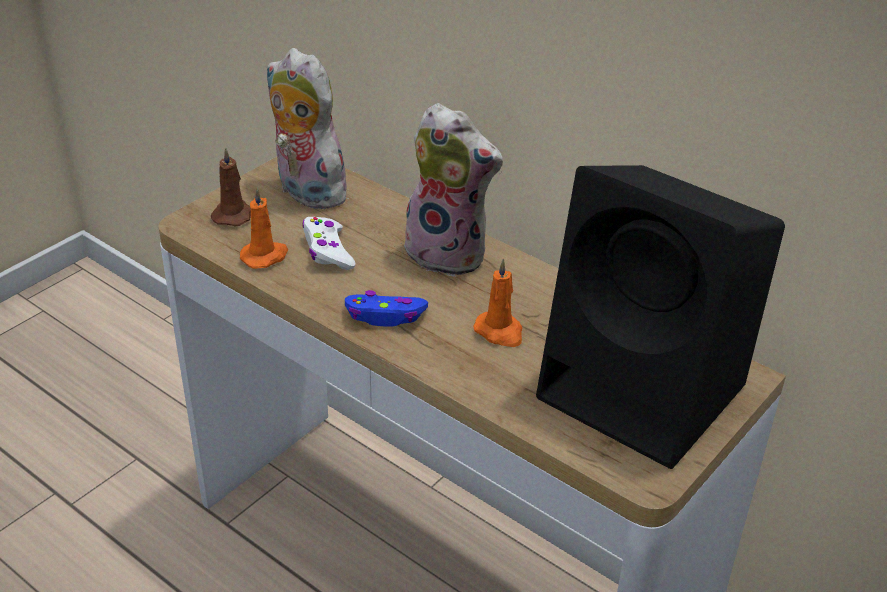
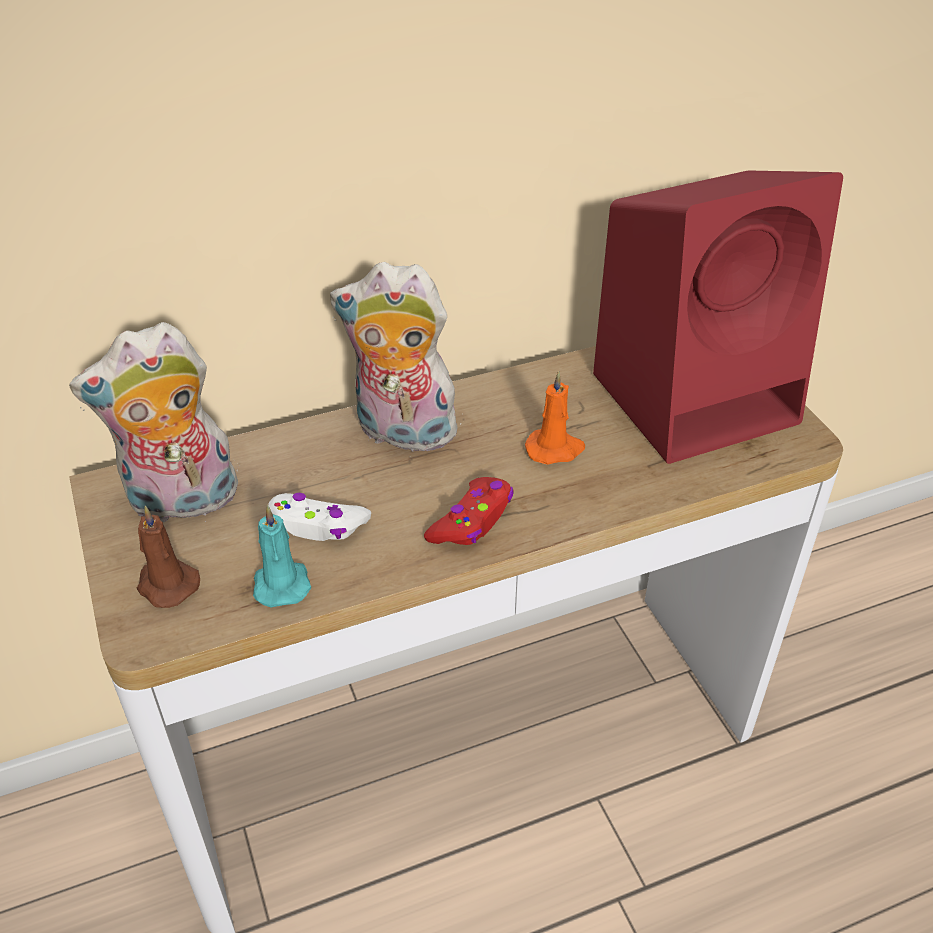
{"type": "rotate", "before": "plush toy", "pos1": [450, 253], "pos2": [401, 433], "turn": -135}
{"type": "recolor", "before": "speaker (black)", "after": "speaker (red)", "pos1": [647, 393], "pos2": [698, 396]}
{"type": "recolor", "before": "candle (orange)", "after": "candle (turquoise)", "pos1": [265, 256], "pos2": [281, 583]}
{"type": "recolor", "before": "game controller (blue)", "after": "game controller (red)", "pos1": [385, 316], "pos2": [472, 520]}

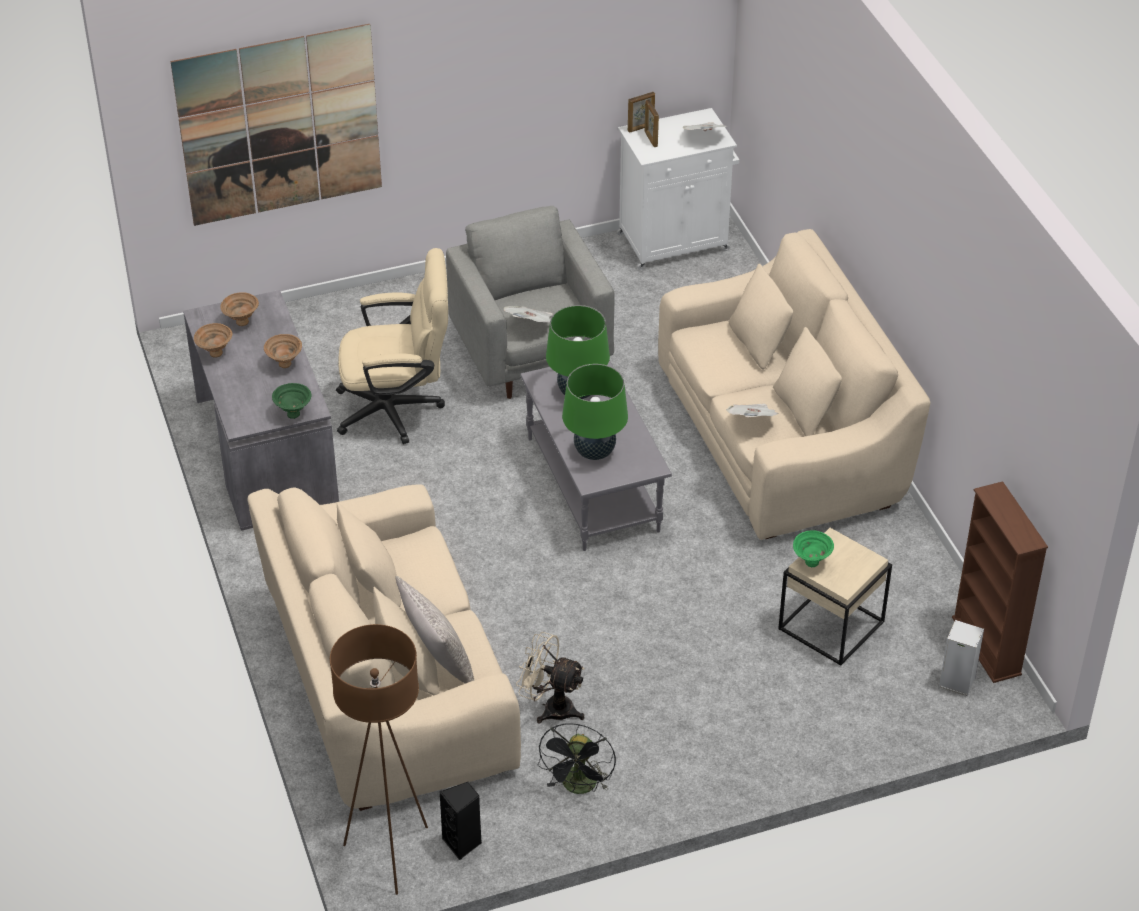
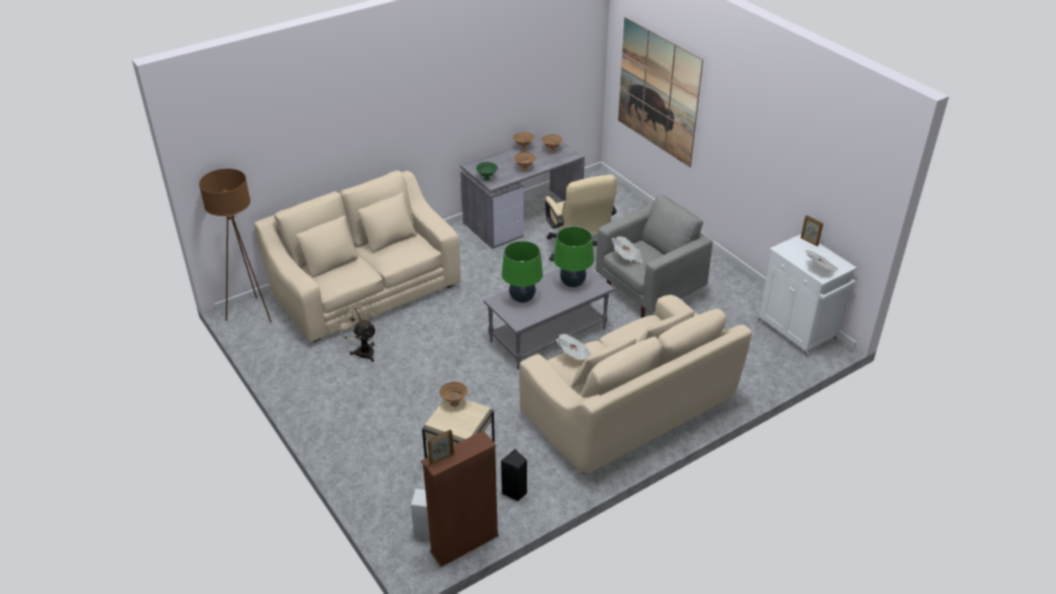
{"type": "move", "before": "picture frame", "pos1": [650, 139], "pos2": [441, 459]}
{"type": "recolor", "before": "bowl (green)", "after": "bowl (brown)", "pos1": [811, 563], "pos2": [453, 403]}
{"type": "delete", "before": "pillow (grey)", "pos1": [437, 660]}
{"type": "rotate", "before": "fan (beige)", "pos1": [551, 707], "pos2": [363, 350], "turn": -45}
{"type": "delete", "before": "fan (black)", "pos1": [579, 787]}
{"type": "move", "before": "speaker (black)", "pos1": [463, 843], "pos2": [515, 492]}

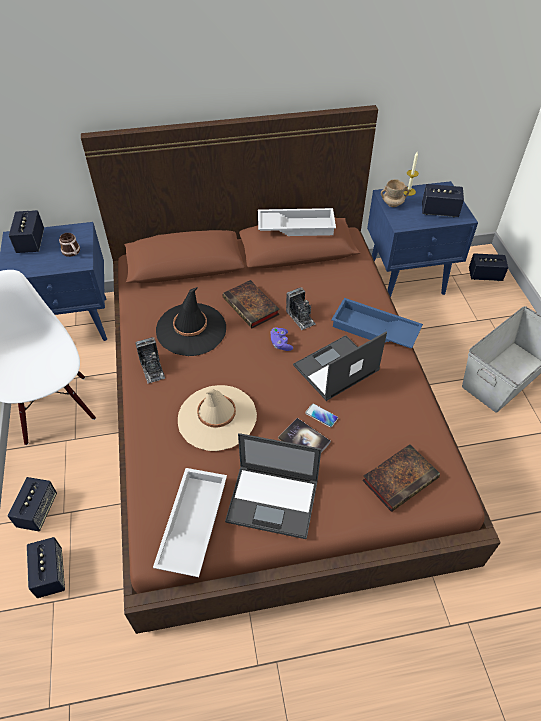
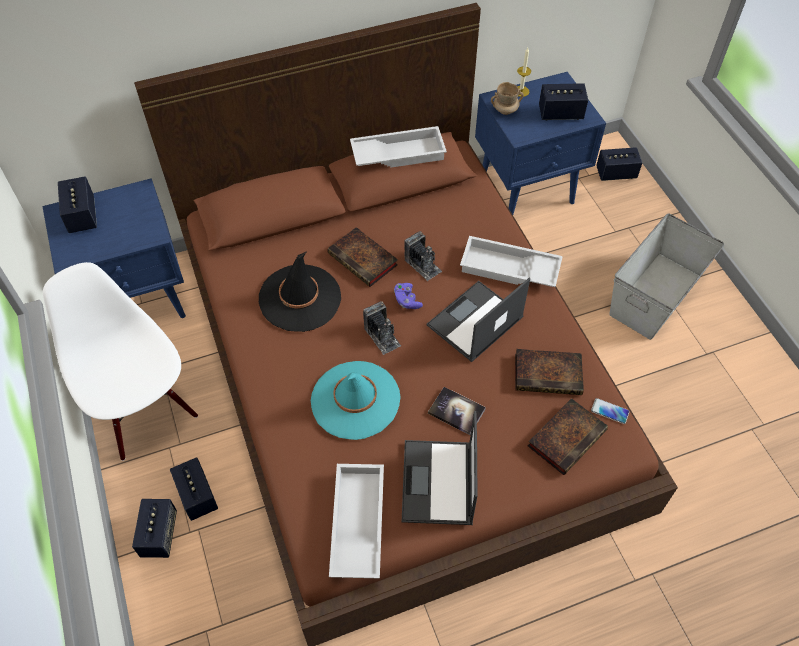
{"type": "delete", "before": "mug", "pos1": [72, 252]}
{"type": "recolor", "before": "tray (blue)", "after": "tray (white)", "pos1": [374, 330], "pos2": [508, 269]}
{"type": "move", "before": "photo camera", "pos1": [152, 368], "pos2": [382, 336]}
{"type": "recolor", "before": "hat (beige)", "after": "hat (turquoise)", "pos1": [217, 417], "pos2": [355, 400]}
{"type": "move", "before": "phone", "pos1": [321, 415], "pos2": [609, 411]}
{"type": "rotate", "before": "laptop", "pos1": [273, 501], "pos2": [438, 484], "turn": 90}
{"type": "move", "before": "speaker", "pos1": [50, 573], "pos2": [197, 496]}
{"type": "insert", "after": "book", "pos2": [549, 374]}

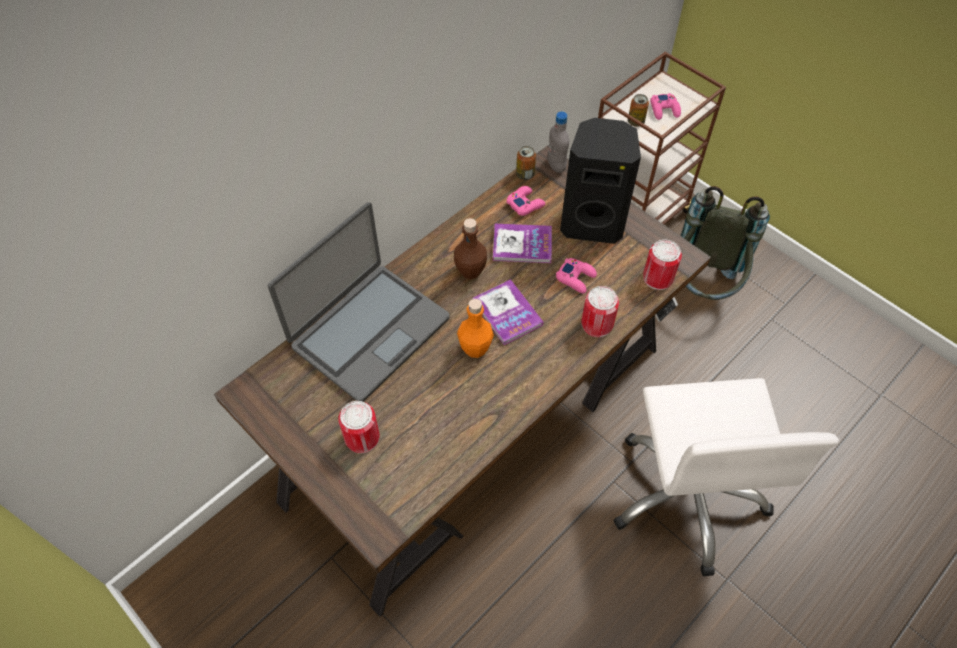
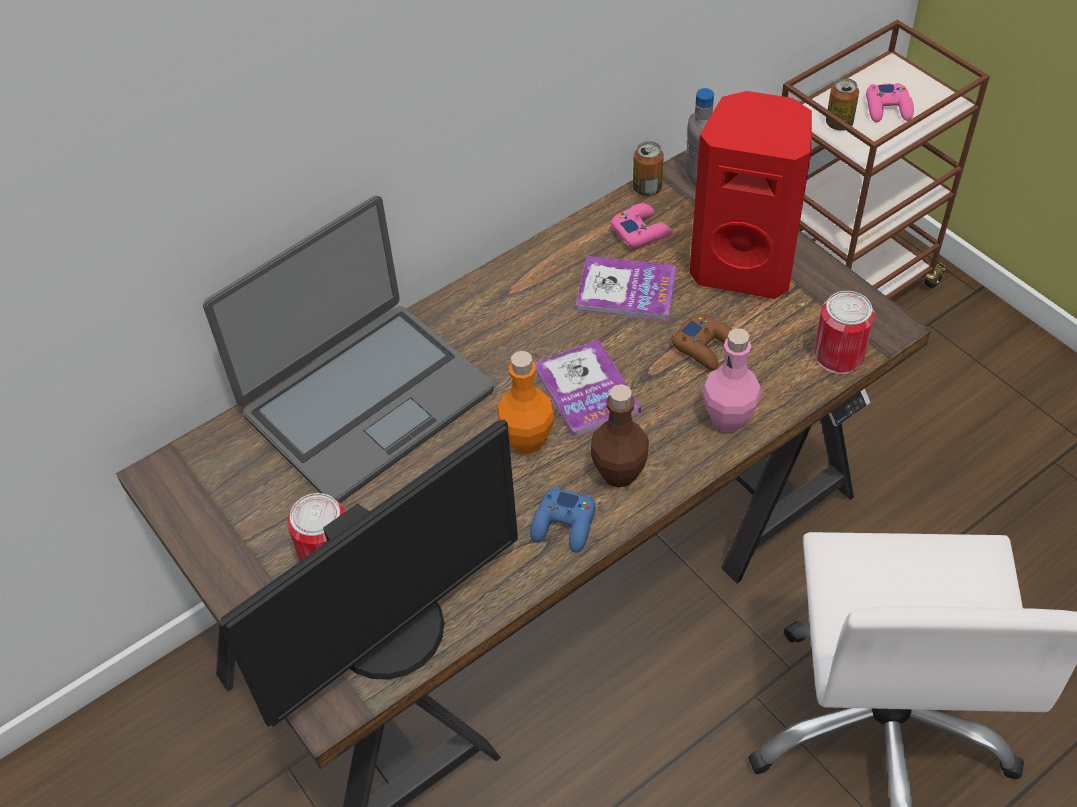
{"type": "recolor", "before": "speaker (black)", "after": "speaker (red)", "pos1": [592, 222], "pos2": [744, 265]}
{"type": "delete", "before": "backpack (grey)", "pos1": [703, 287]}
{"type": "move", "before": "bottle (brown)", "pos1": [470, 271], "pos2": [619, 473]}
{"type": "recolor", "before": "game controller (pink)", "after": "game controller (brown)", "pos1": [576, 278], "pos2": [705, 346]}
{"type": "replace", "before": "can", "after": "bottle (pink)", "pos1": [597, 324], "pos2": [728, 418]}
{"type": "insert", "after": "monitor", "pos2": [392, 632]}
{"type": "insert", "after": "game controller (blue)", "pos2": [564, 525]}

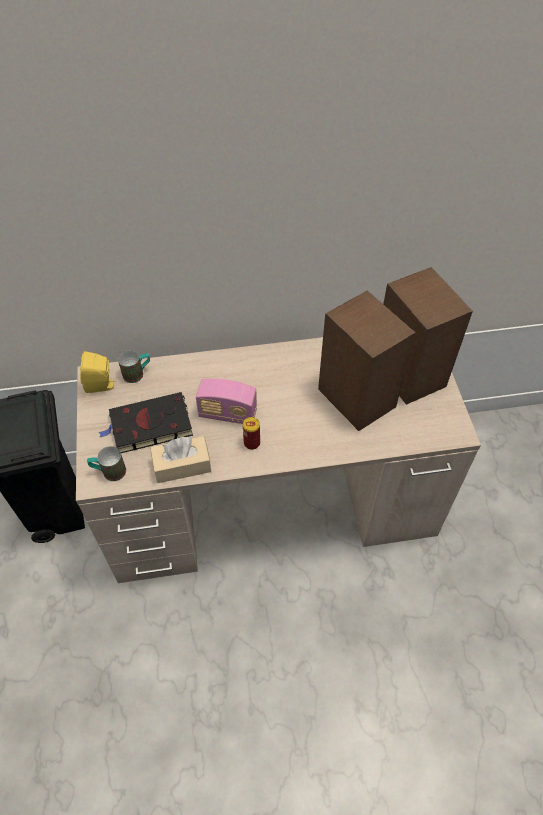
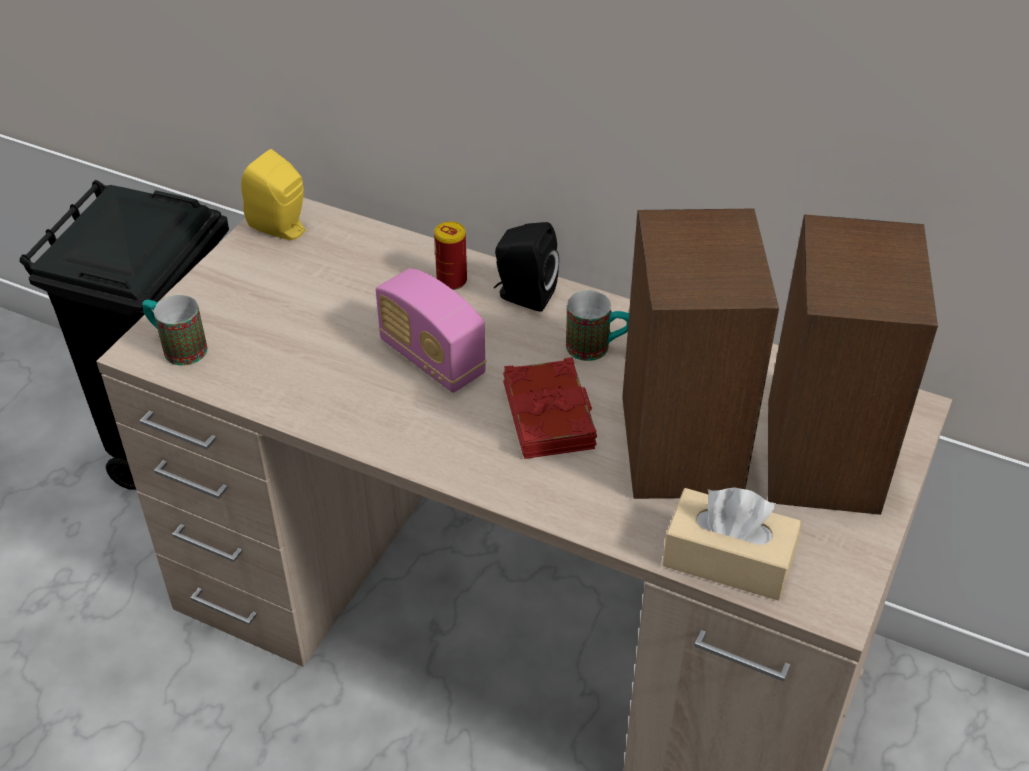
{"type": "move", "before": "mug", "pos1": [137, 373], "pos2": [597, 348]}
{"type": "delete", "before": "book (black)", "pos1": [149, 426]}
{"type": "move", "before": "can", "pos1": [252, 443], "pos2": [452, 281]}
{"type": "move", "before": "tissue box (beige)", "pos1": [182, 465], "pos2": [728, 560]}
{"type": "insert", "after": "speaker (black)", "pos2": [523, 296]}
{"type": "insert", "after": "book (red)", "pos2": [550, 416]}

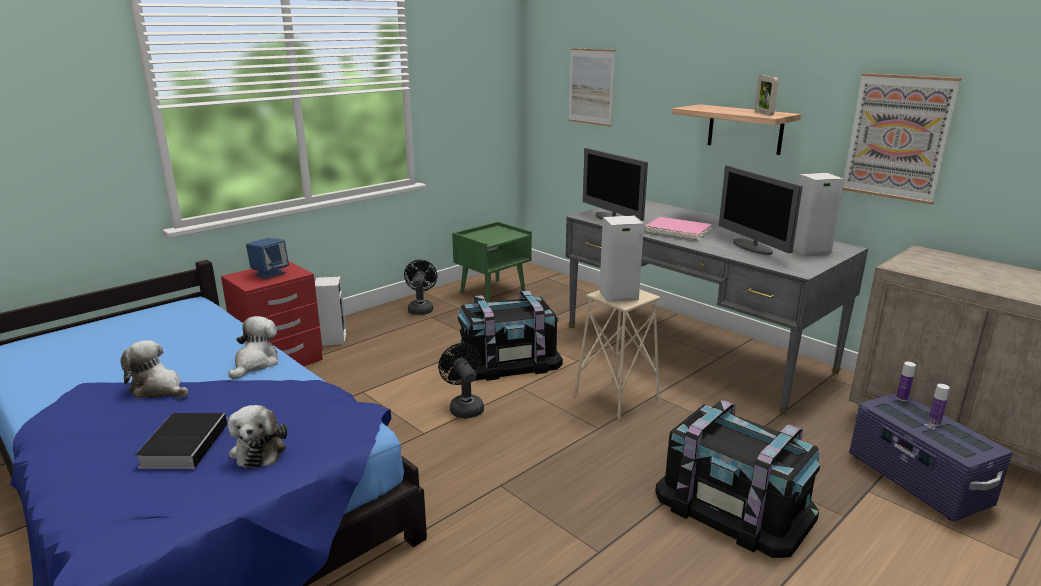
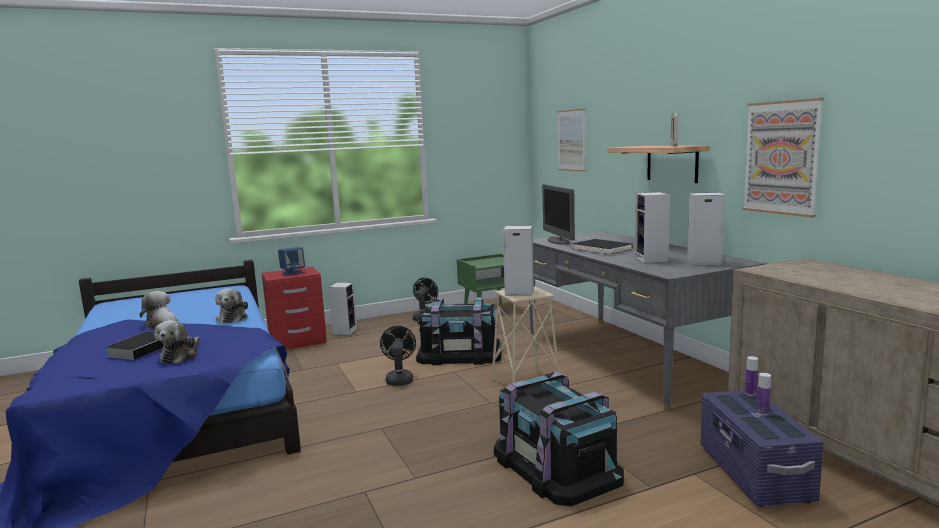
{"type": "replace", "before": "monitor", "after": "speaker", "pos1": [752, 247], "pos2": [652, 259]}
{"type": "recolor", "before": "book (pink)", "after": "book (black)", "pos1": [678, 232], "pos2": [601, 249]}
{"type": "rotate", "before": "plush toy", "pos1": [256, 363], "pos2": [232, 318], "turn": 135}

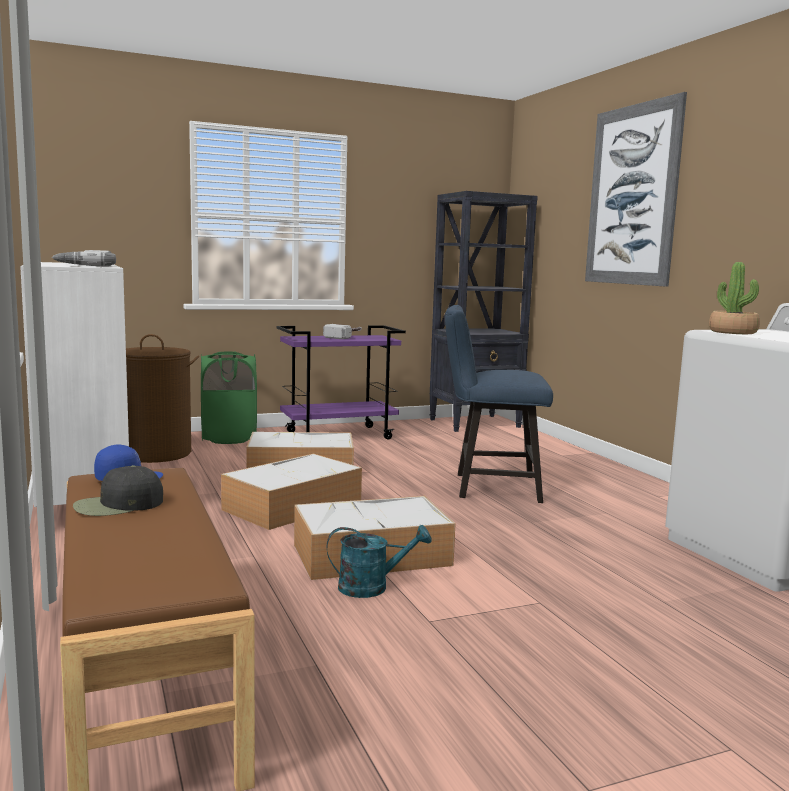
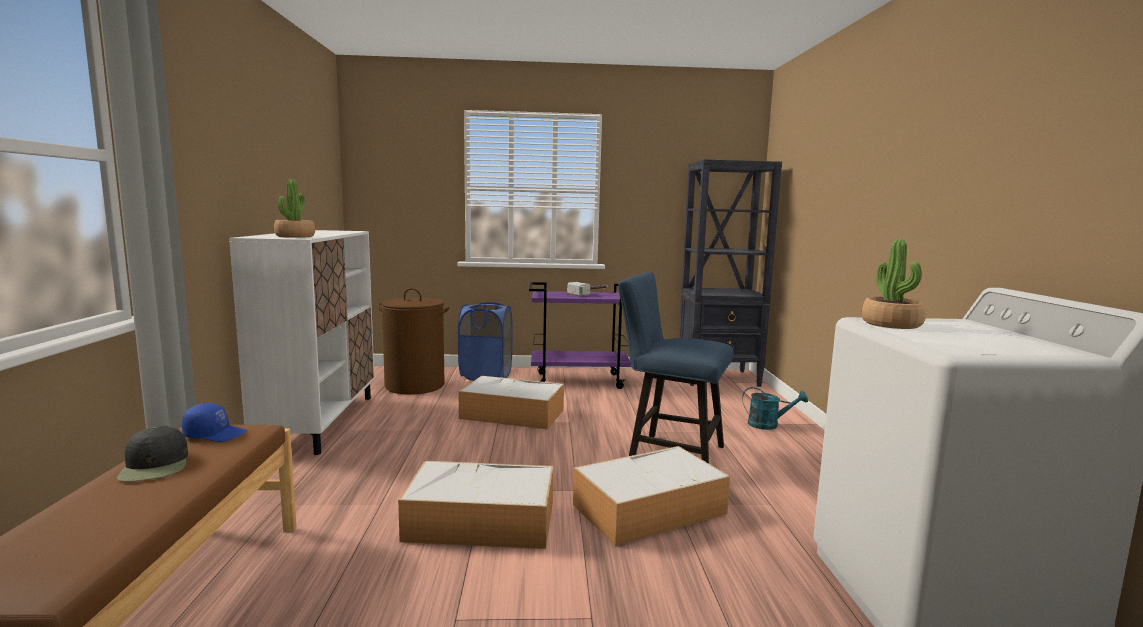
{"type": "delete", "before": "picture", "pos1": [632, 195]}
{"type": "replace", "before": "power drill", "after": "potted plant", "pos1": [86, 266], "pos2": [295, 236]}
{"type": "recolor", "before": "laundry basket (green)", "after": "laundry basket (blue)", "pos1": [229, 438], "pos2": [486, 375]}
{"type": "move", "before": "storage box", "pos1": [294, 505], "pos2": [650, 508]}
{"type": "rotate", "before": "cap (black)", "pos1": [118, 505], "pos2": [155, 466], "turn": -105}
{"type": "move", "before": "watering can (turquoise)", "pos1": [372, 587], "pos2": [768, 425]}

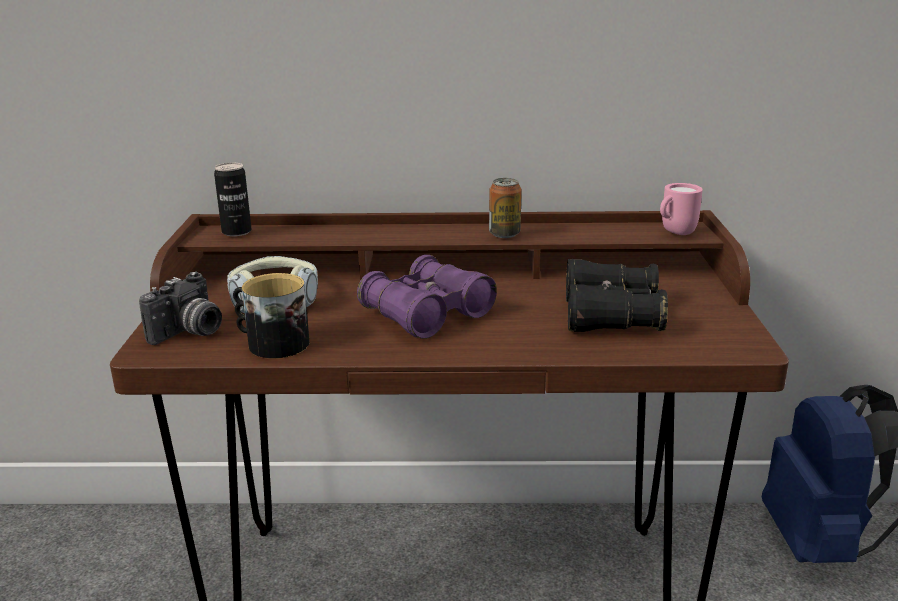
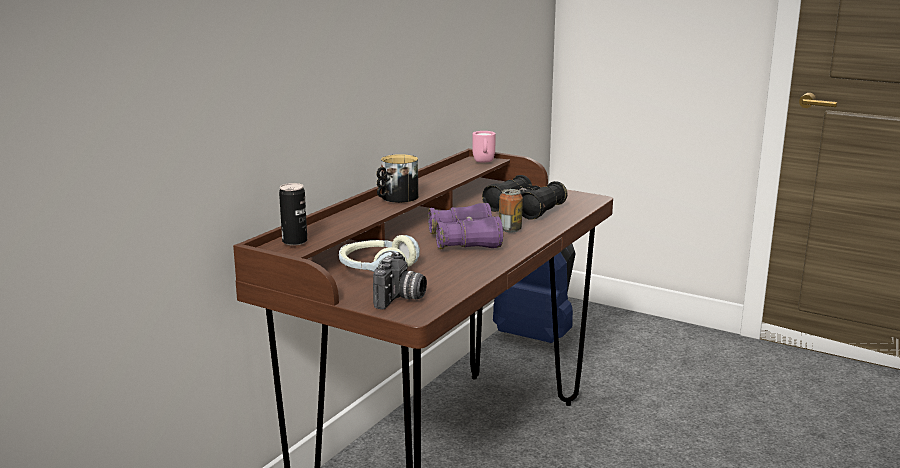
{"type": "move", "before": "can", "pos1": [504, 234], "pos2": [510, 229]}
{"type": "rotate", "before": "photo camera", "pos1": [189, 333], "pos2": [401, 299], "turn": 45}
{"type": "move", "before": "mug", "pos1": [272, 343], "pos2": [396, 198]}

